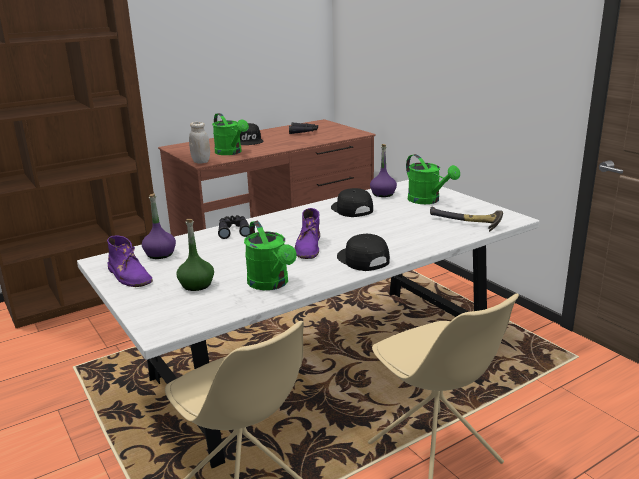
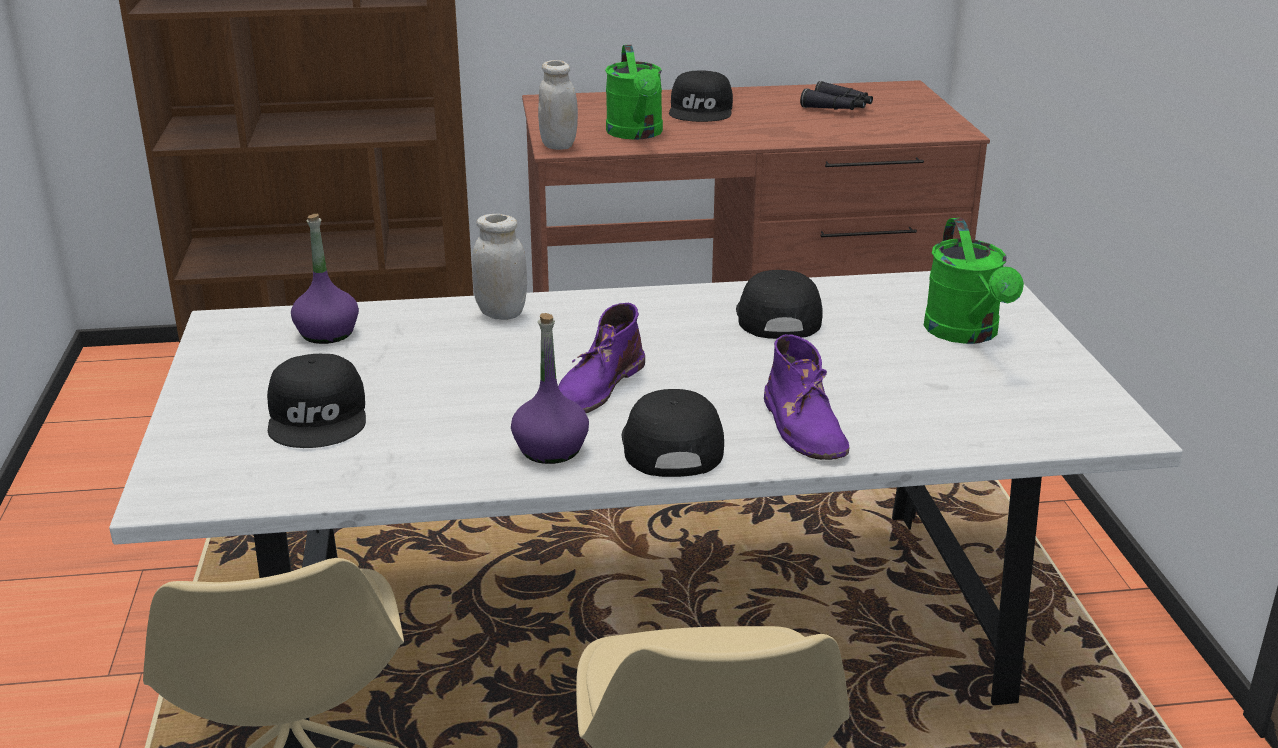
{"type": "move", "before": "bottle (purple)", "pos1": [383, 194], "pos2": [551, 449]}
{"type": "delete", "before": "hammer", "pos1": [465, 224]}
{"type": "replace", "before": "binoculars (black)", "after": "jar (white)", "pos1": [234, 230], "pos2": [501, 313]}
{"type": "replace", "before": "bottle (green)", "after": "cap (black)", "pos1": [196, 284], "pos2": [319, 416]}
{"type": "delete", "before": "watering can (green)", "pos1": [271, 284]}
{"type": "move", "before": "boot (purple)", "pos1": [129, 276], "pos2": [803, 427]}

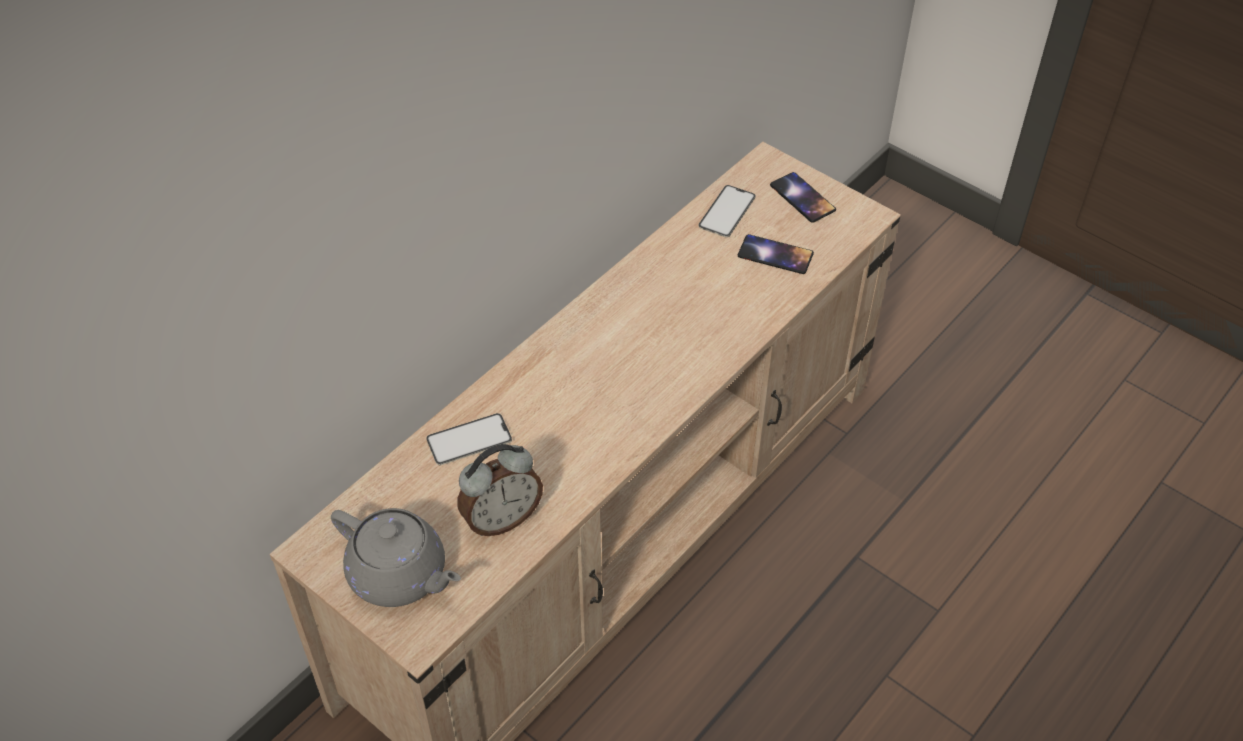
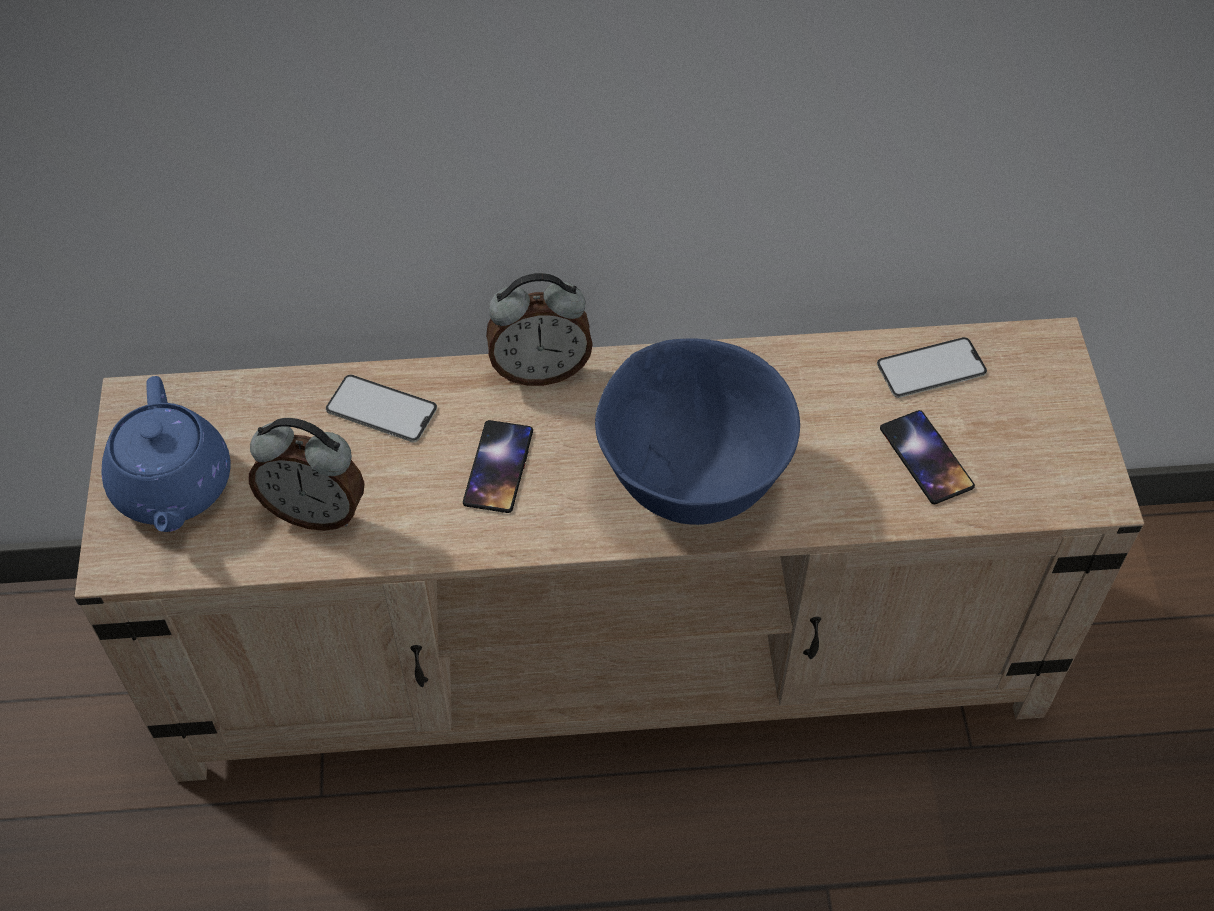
{"type": "move", "before": "phone", "pos1": [802, 198], "pos2": [498, 467]}
{"type": "recolor", "before": "teapot (grey)", "after": "teapot (blue)", "pos1": [399, 574], "pos2": [173, 488]}
{"type": "insert", "after": "alarm clock", "pos2": [540, 369]}
{"type": "insert", "after": "bowl (blue)", "pos2": [691, 478]}

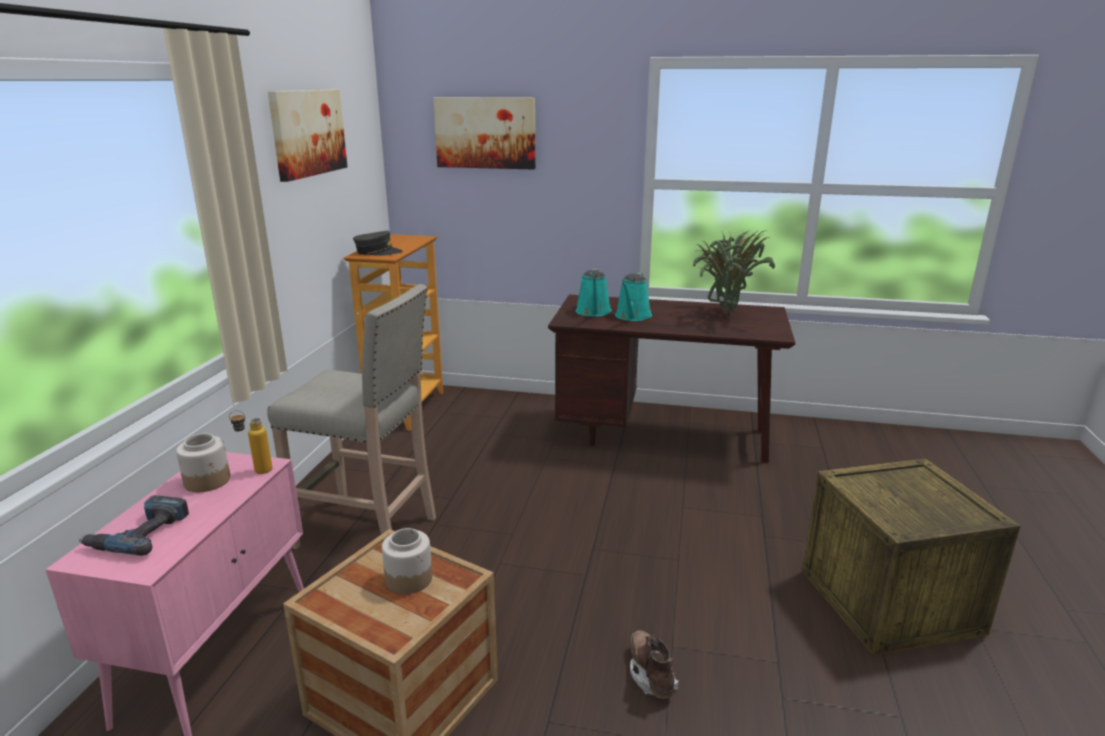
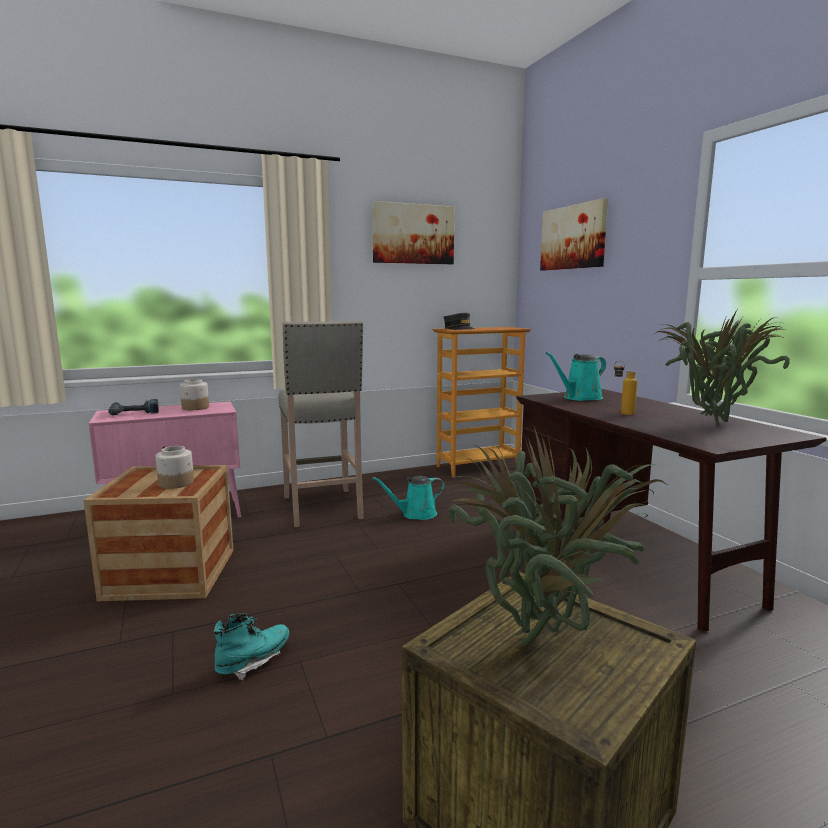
{"type": "move", "before": "watering can (turquoise)", "pos1": [632, 316], "pos2": [416, 514]}
{"type": "move", "before": "bottle", "pos1": [256, 471], "pos2": [622, 413]}
{"type": "recolor", "before": "boot (brown)", "after": "boot (turquoise)", "pos1": [651, 674], "pos2": [254, 661]}
{"type": "insert", "after": "potted plant", "pos2": [549, 639]}

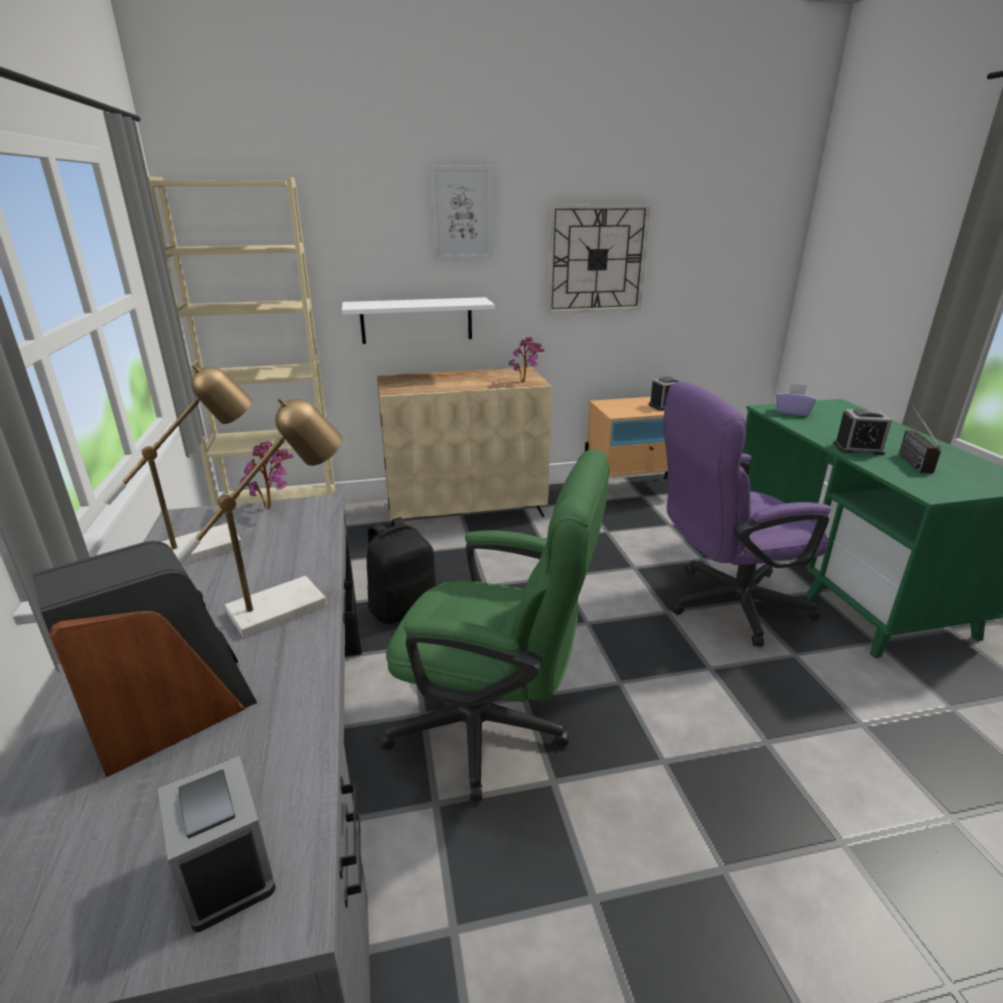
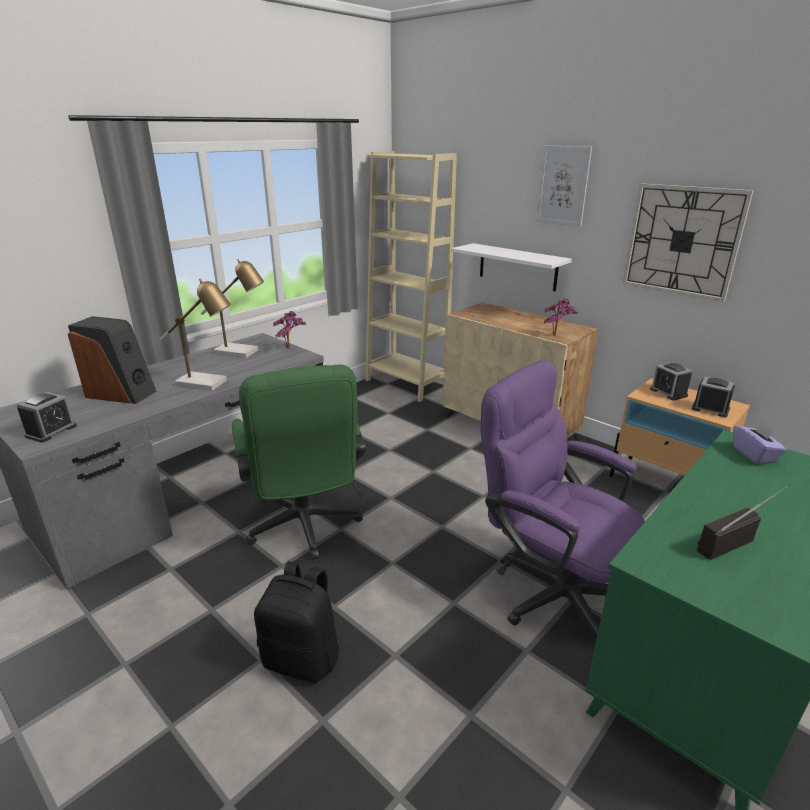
{"type": "move", "before": "alarm clock", "pos1": [858, 448], "pos2": [668, 392]}
{"type": "move", "before": "backpack (black)", "pos1": [403, 608], "pos2": [303, 658]}

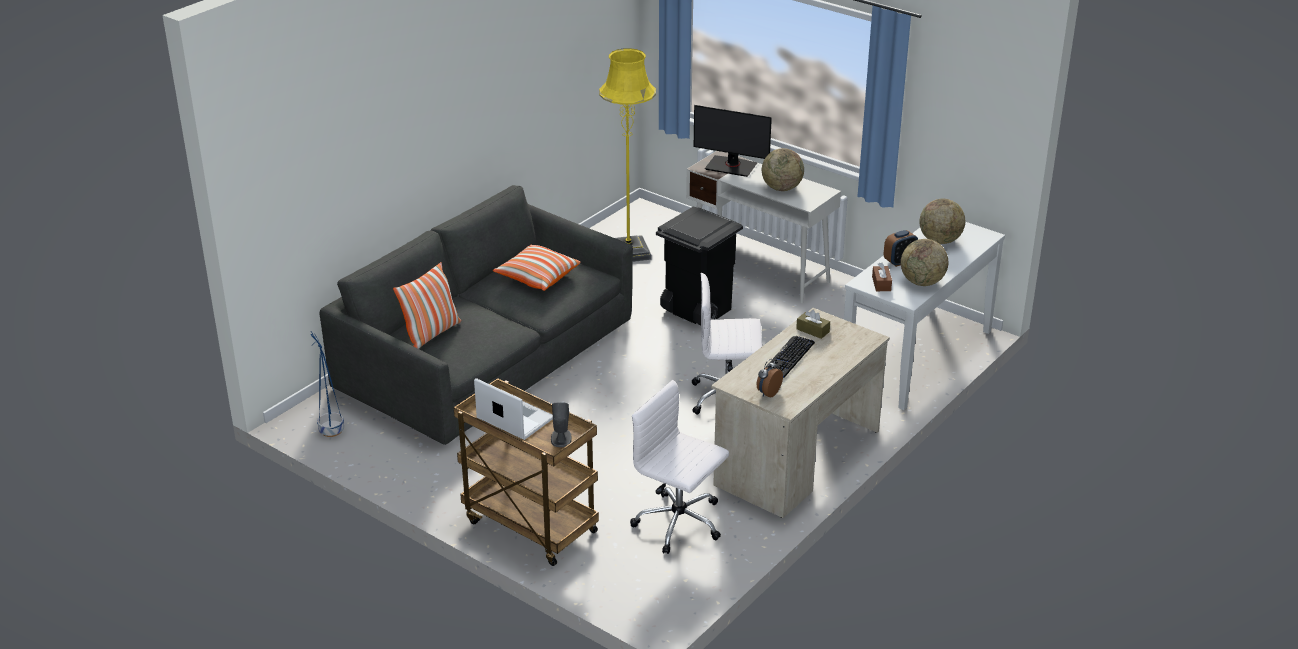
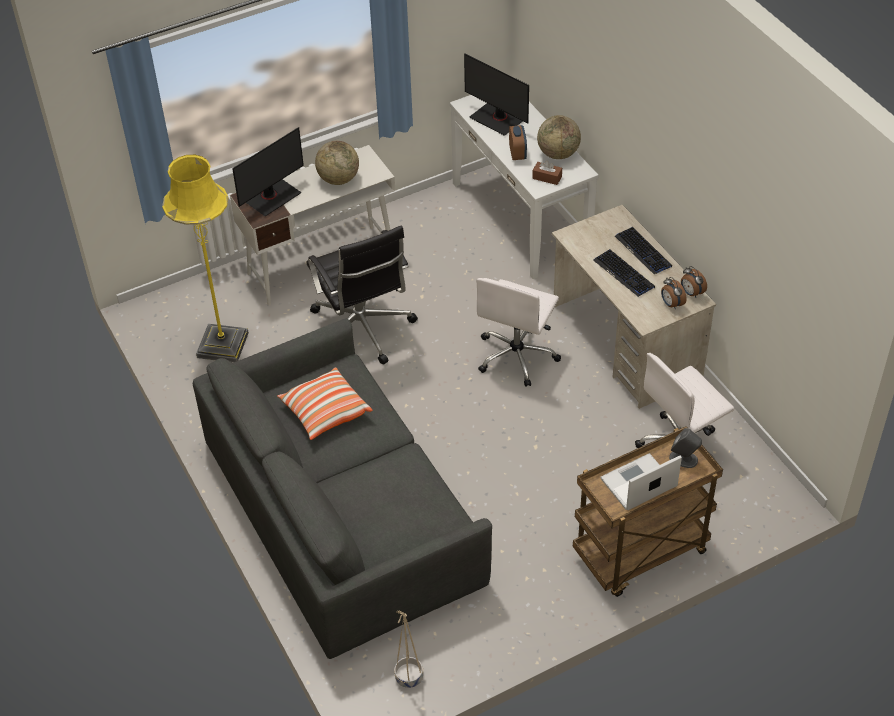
{"type": "replace", "before": "globe", "after": "monitor", "pos1": [940, 240], "pos2": [497, 119]}
{"type": "replace", "before": "trash can (black)", "after": "office chair (black)", "pos1": [695, 311], "pos2": [362, 331]}
{"type": "delete", "before": "pillow", "pos1": [431, 334]}
{"type": "delete", "before": "tissue box (brown)", "pos1": [812, 330]}
{"type": "recolor", "before": "planter (blue)", "after": "planter (beige)", "pos1": [331, 430], "pos2": [408, 677]}
{"type": "insert", "after": "keyboard", "pos2": [643, 251]}
{"type": "insert", "after": "alarm clock", "pos2": [691, 293]}

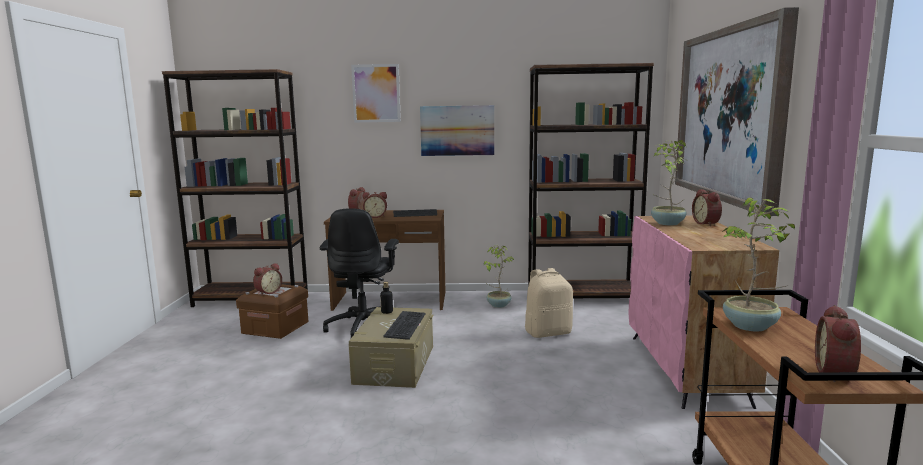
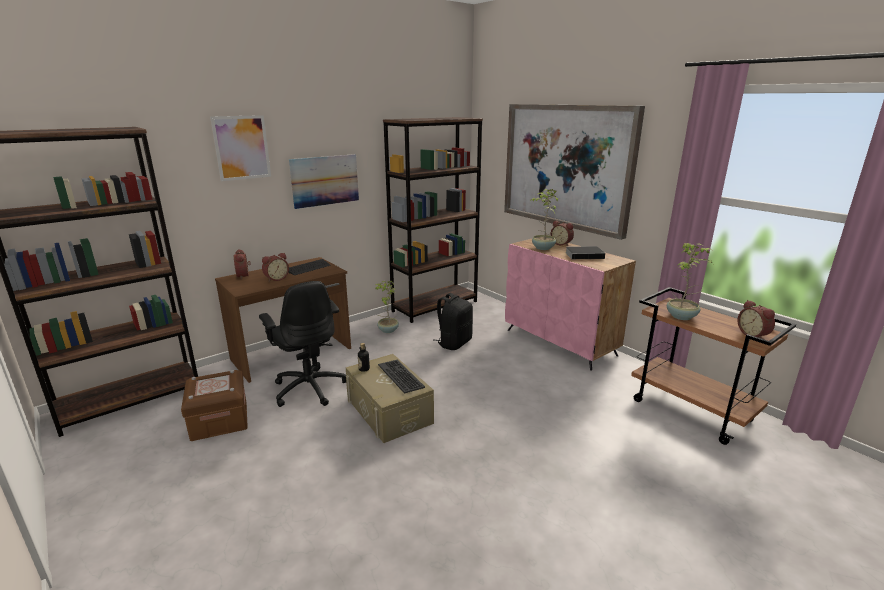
{"type": "delete", "before": "alarm clock", "pos1": [268, 292]}
{"type": "recolor", "before": "backpack (beige)", "after": "backpack (black)", "pos1": [548, 332], "pos2": [454, 343]}
{"type": "insert", "after": "book", "pos2": [585, 255]}

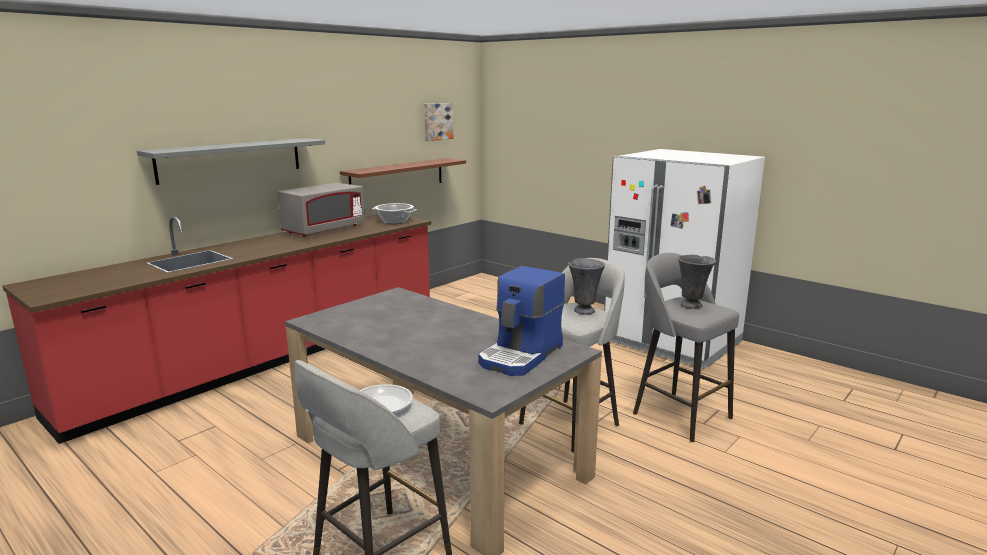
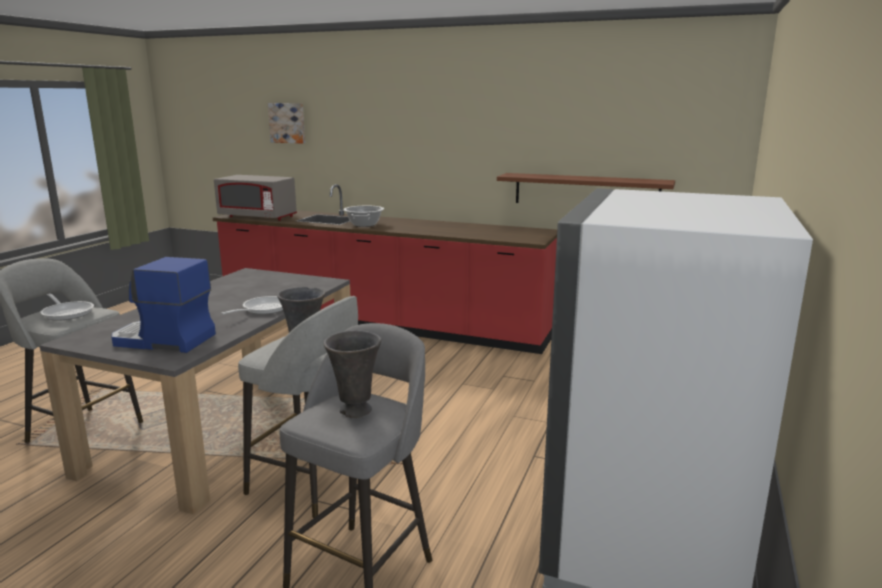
{"type": "move", "before": "picture", "pos1": [437, 121], "pos2": [287, 123]}
{"type": "delete", "before": "shelf (grey)", "pos1": [231, 160]}
{"type": "move", "before": "microwave (grey)", "pos1": [324, 230], "pos2": [258, 217]}
{"type": "move", "before": "cooking pot", "pos1": [394, 222], "pos2": [364, 224]}
{"type": "insert", "after": "frying pan", "pos2": [262, 309]}

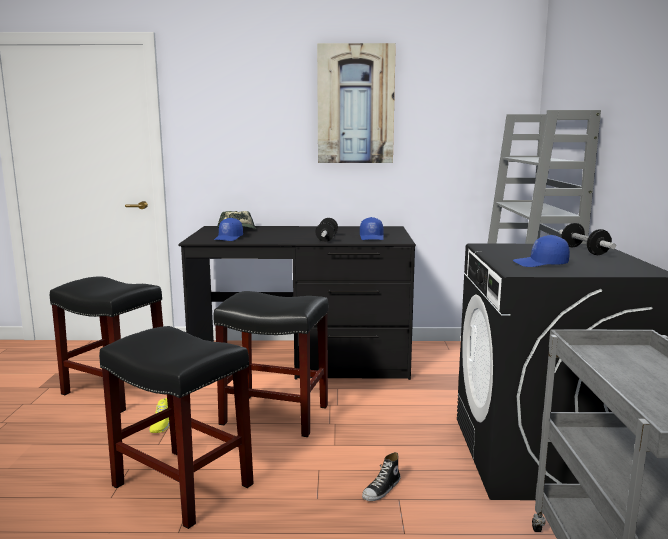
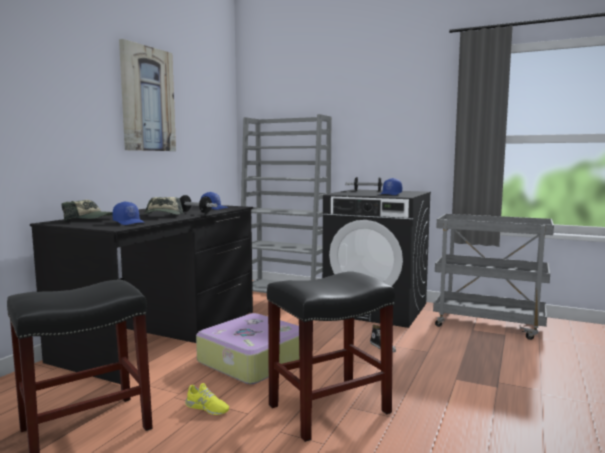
{"type": "replace", "before": "stool (black)", "after": "suitcase", "pos1": [273, 415], "pos2": [251, 360]}
{"type": "insert", "after": "cap", "pos2": [163, 215]}

